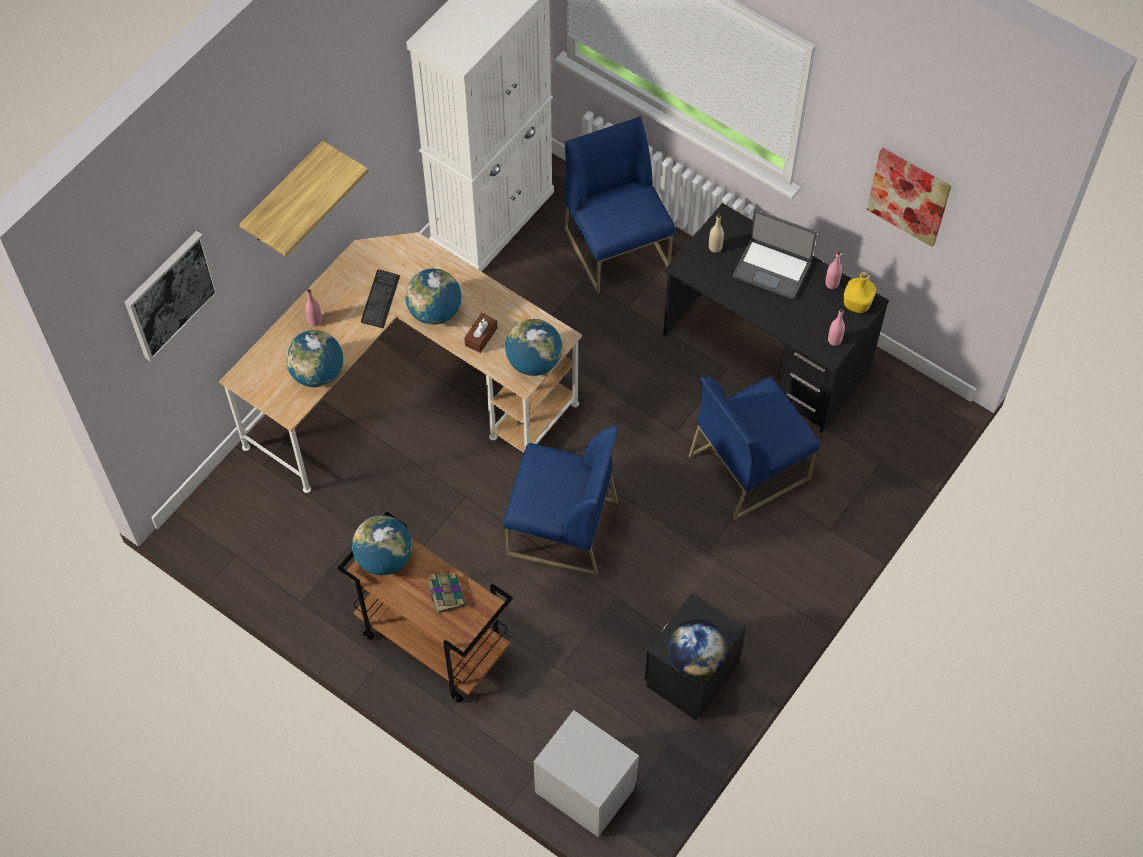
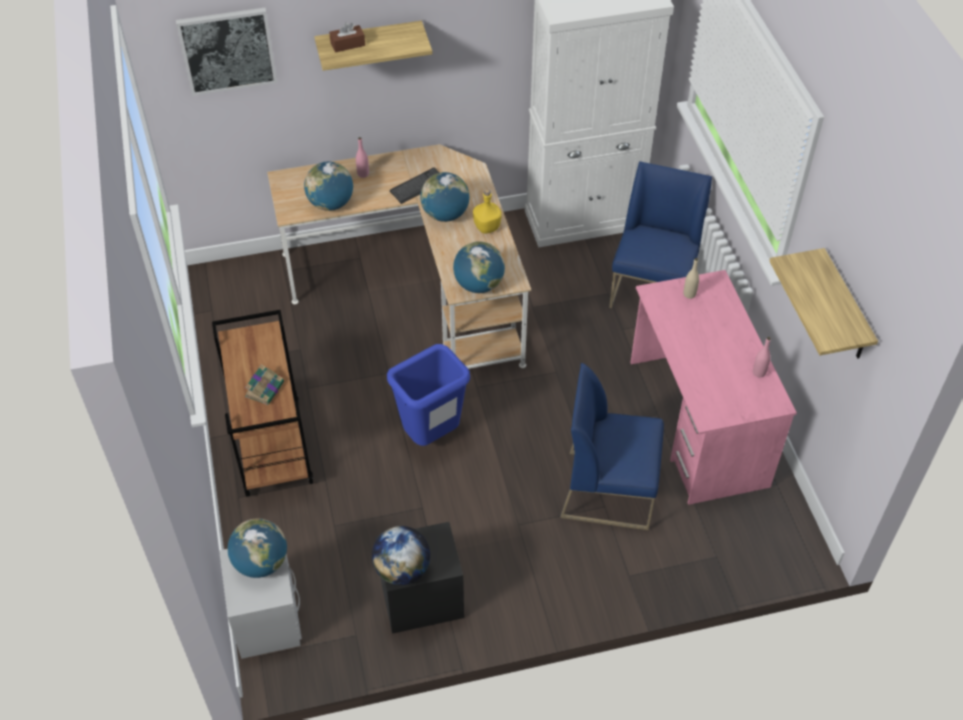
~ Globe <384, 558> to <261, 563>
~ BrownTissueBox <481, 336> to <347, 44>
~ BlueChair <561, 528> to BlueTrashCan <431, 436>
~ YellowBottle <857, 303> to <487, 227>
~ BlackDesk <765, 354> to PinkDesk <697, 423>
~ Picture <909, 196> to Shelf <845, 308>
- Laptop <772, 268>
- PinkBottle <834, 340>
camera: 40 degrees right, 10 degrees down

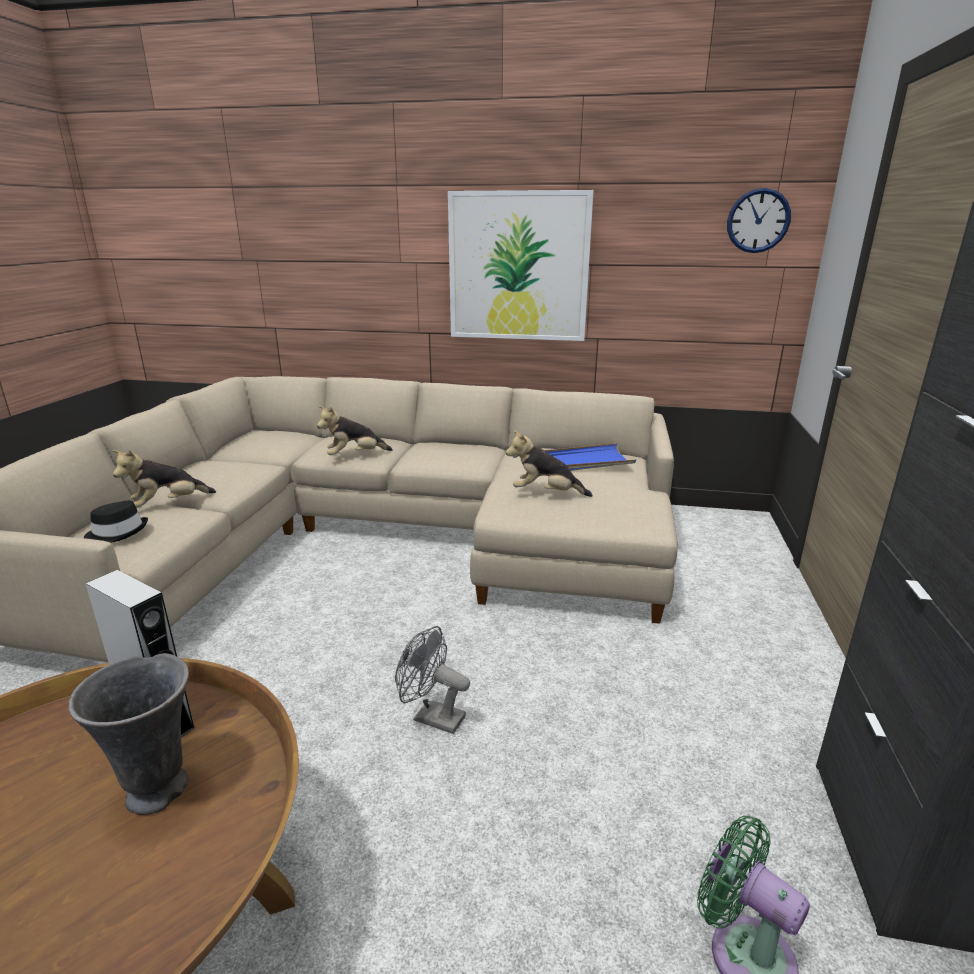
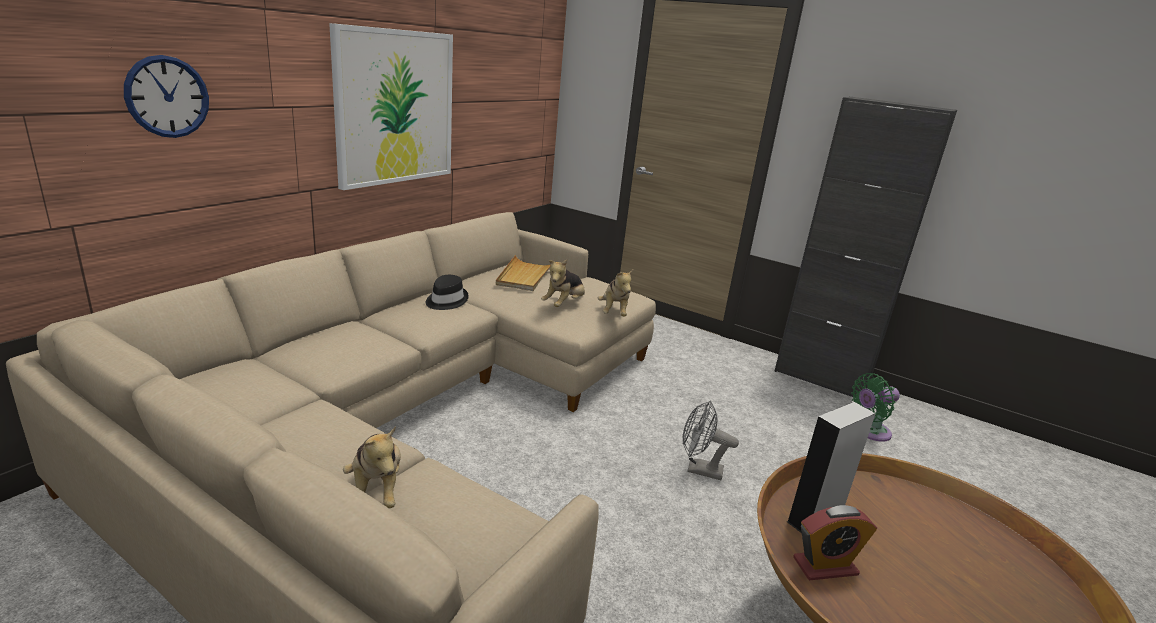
~ WallClock <758, 221> to <167, 97>
~ BlackHat <117, 532> to <445, 301>
~ BlueTray <583, 462> to BeigeTray <524, 276>
~ PlushToy <354, 456> to <614, 312>
~ GreyFan <432, 717> = <698, 470> 60 degrees clockwise
+ AlarmClock <825, 566>
- GreyVase <160, 790>
camera: 70 degrees left, 0 degrees up

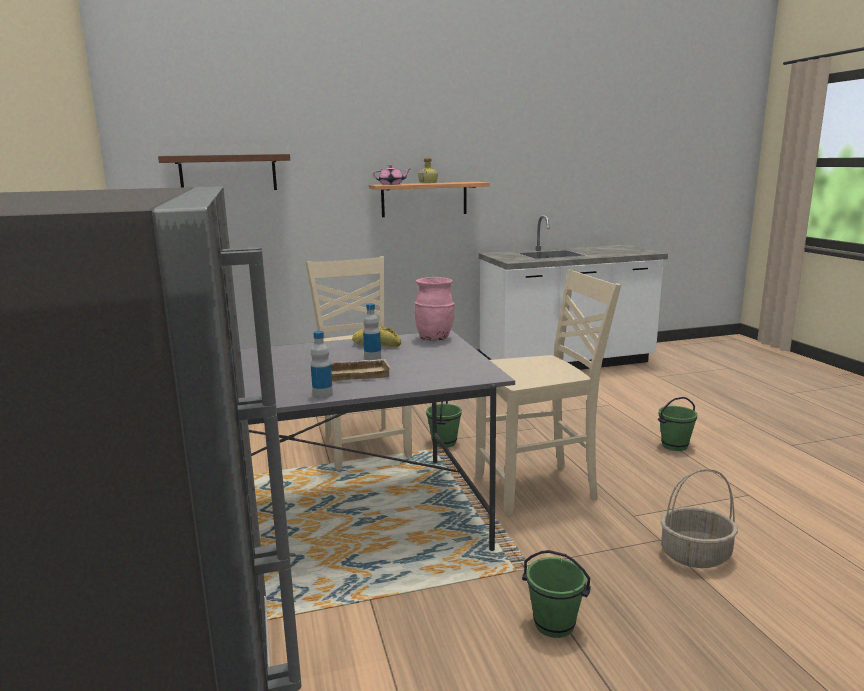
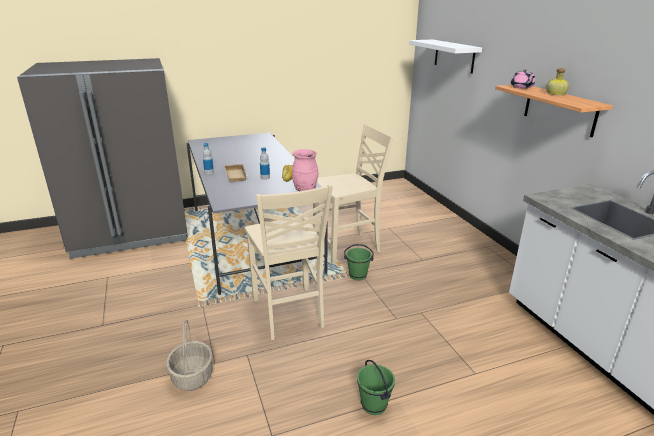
~ BrownShelf <228, 173> to WhiteShelf <454, 56>
- GreenBucket <553, 625>
camera: 85 degrees right, 10 degrees up

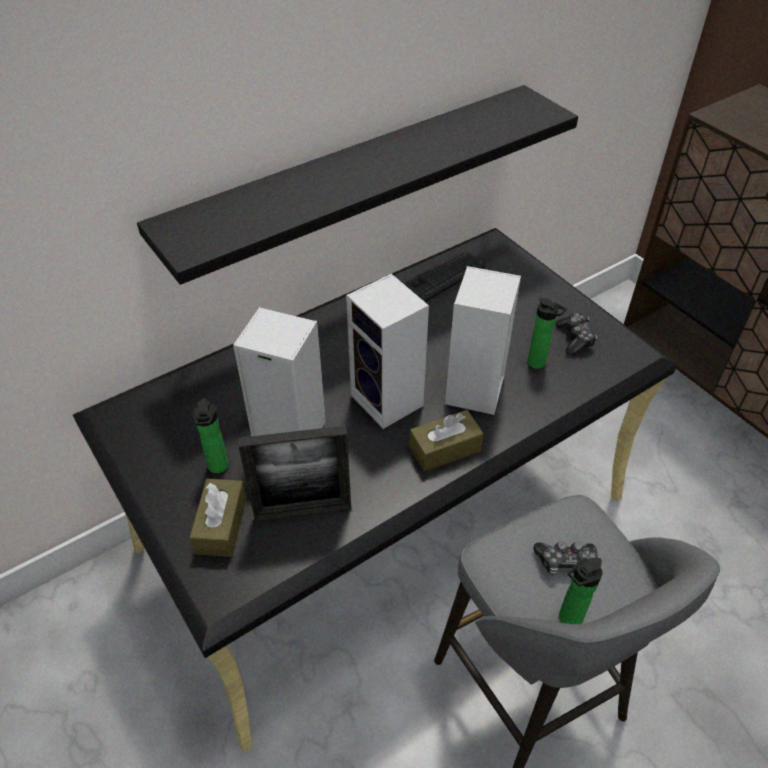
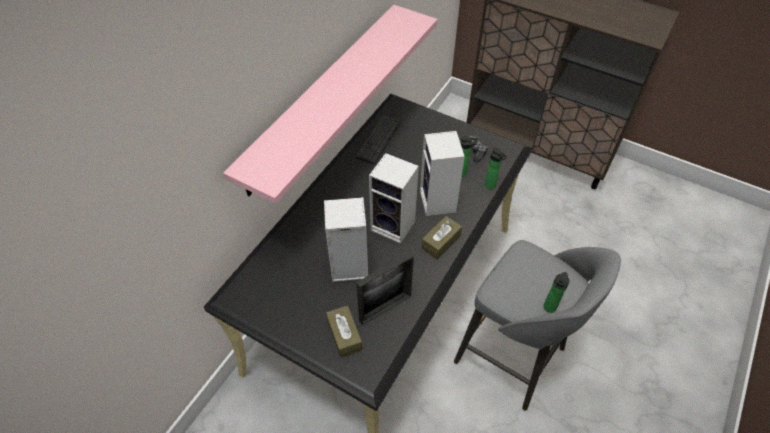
~ BlackShelf <353, 179> to PinkShelf <321, 96>
~ Bottle <218, 468> to <491, 186>
- GameController <566, 562>
camera: 25 degrees left, 5 degrees up

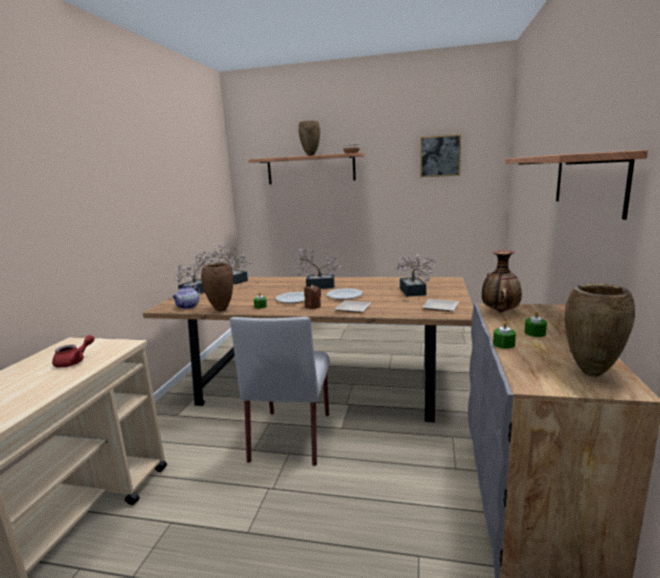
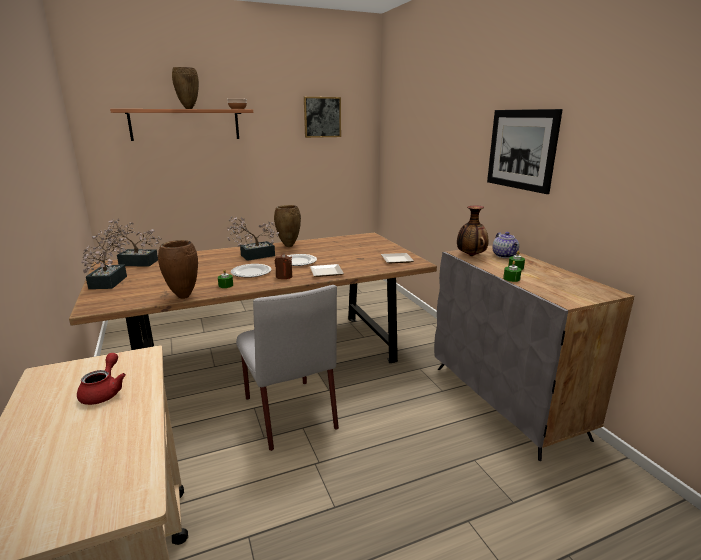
~ BrownVase <590, 373> to <288, 246>
~ Shelf <587, 181> to Picture <521, 149>
~ Teapot <188, 307> to <505, 256>
- PottedPlant <413, 292>
camera: 35 degrees left, 5 degrees up

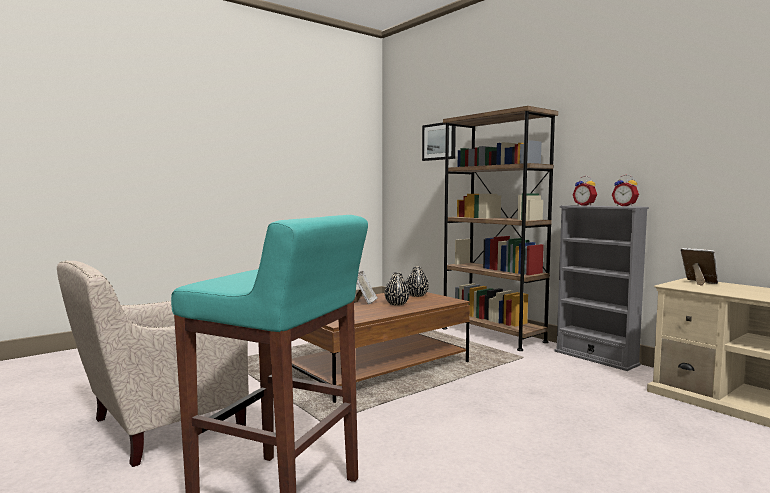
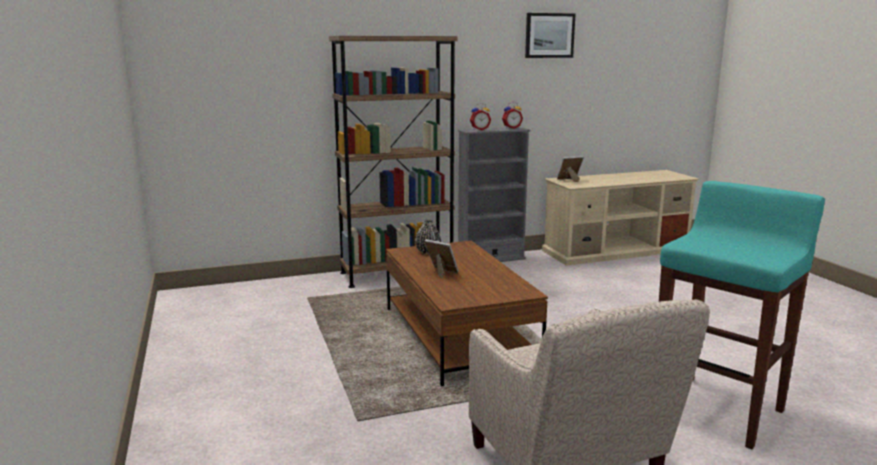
~ Picture <439, 141> to <549, 35>
- BlackVase <397, 304>
camera: 70 degrees left, 10 degrees up

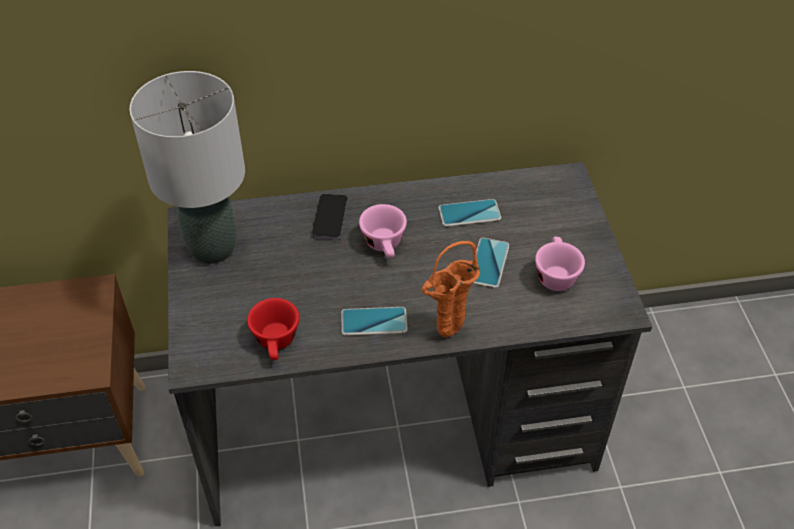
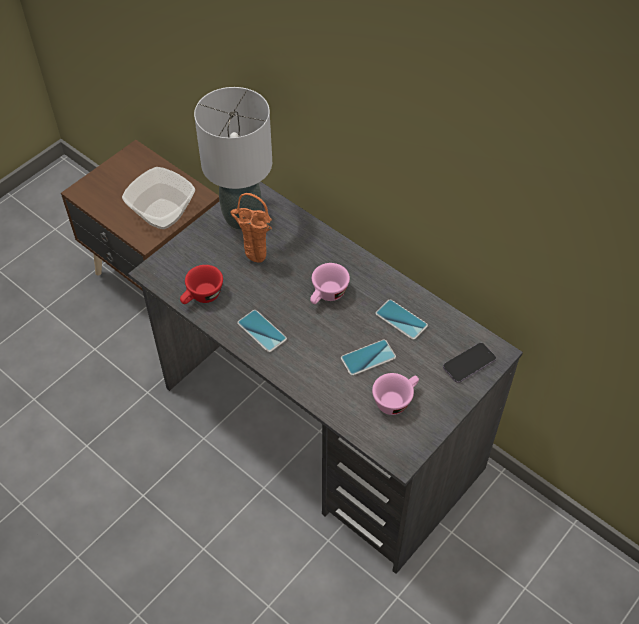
+ Bowl <162, 215>
~ OrangeVase <447, 335> to <253, 260>
~ Phone <330, 218> to <469, 364>
camera: 50 degrees right, 5 degrees up

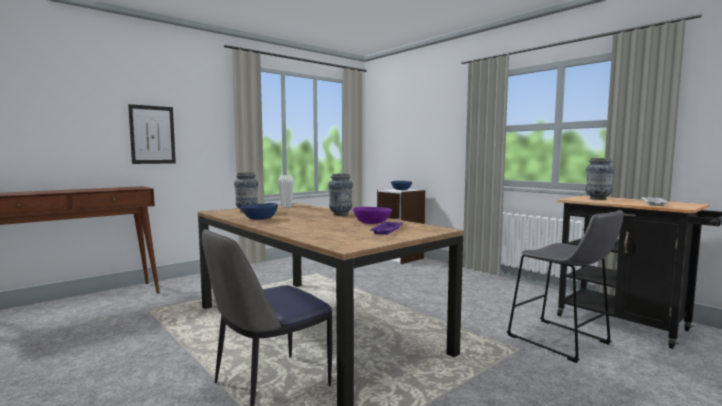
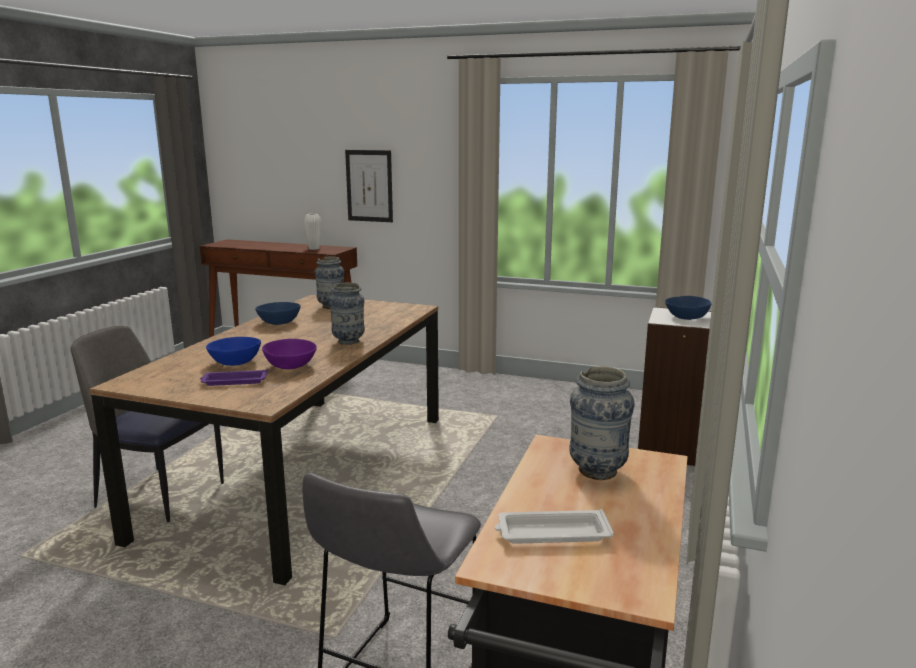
+ BlueBowl <235, 362>
~ WhiteVase <286, 206> to <314, 248>
camera: 60 degrees right, 10 degrees up

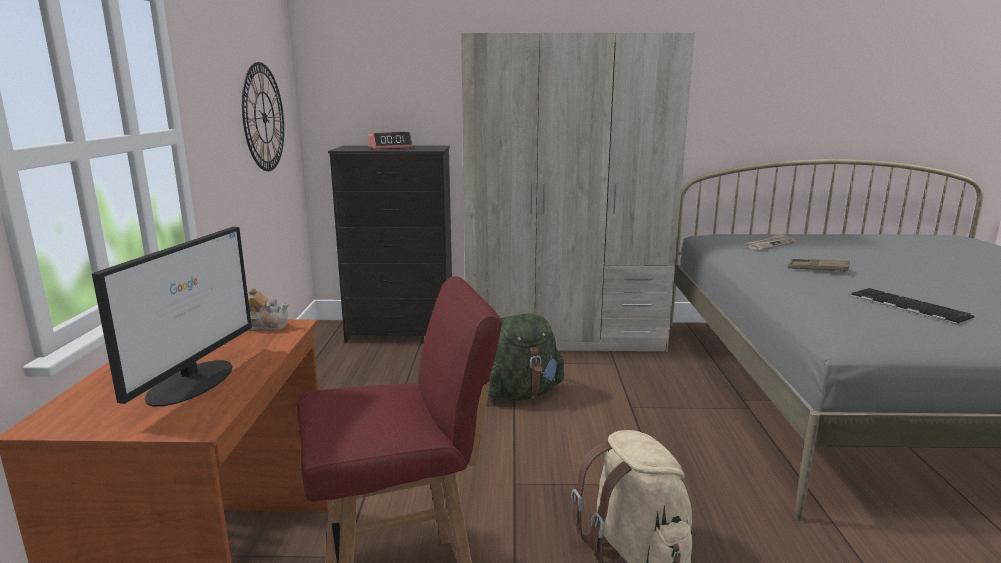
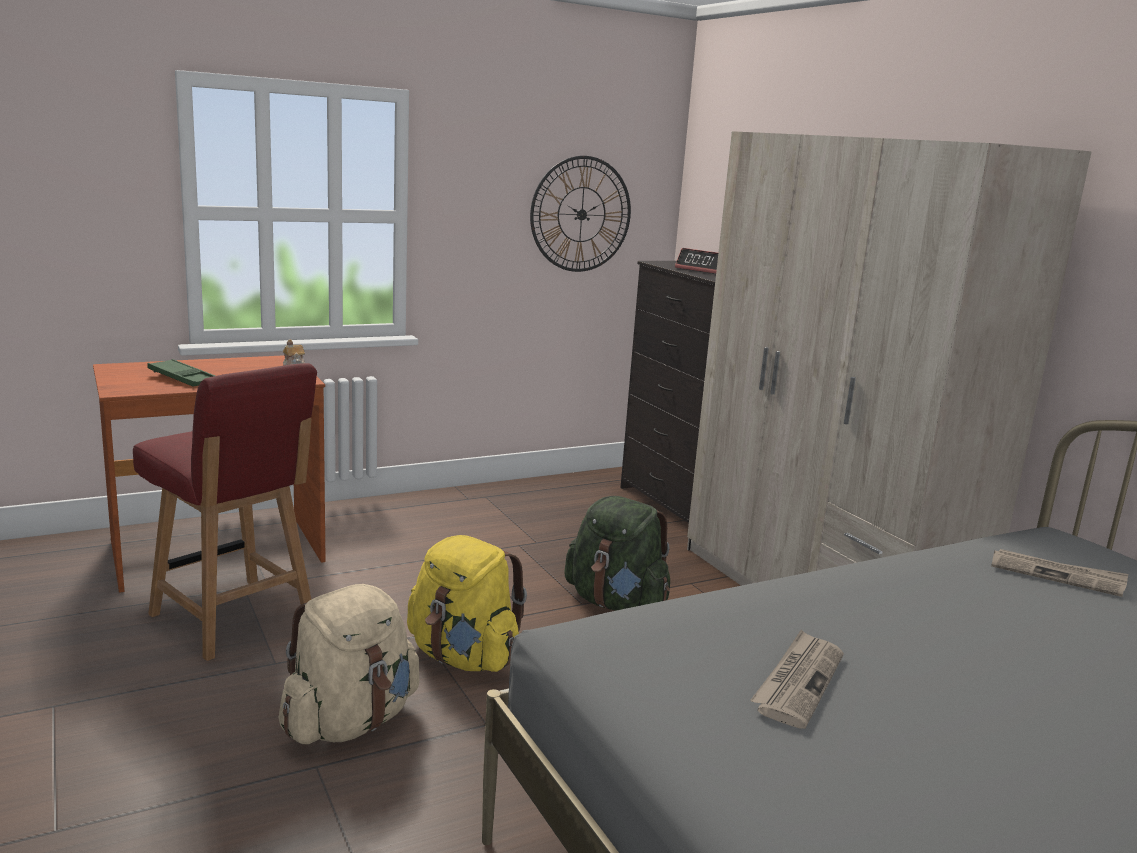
~ Monitor <192, 381> to GreenTray <183, 378>
+ YellowBackpack <464, 657>
~ Keyboard <907, 306> to Newspaper <798, 681>
- BrownTray <818, 269>
camera: 60 degrees right, 0 degrees up

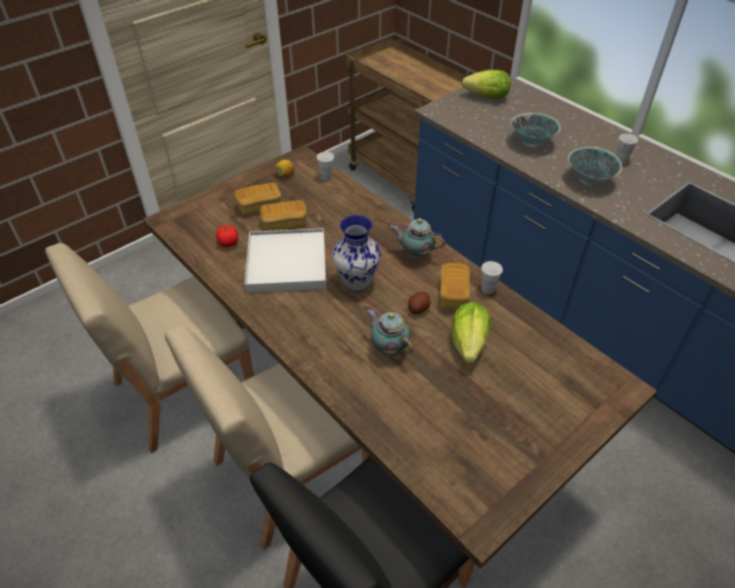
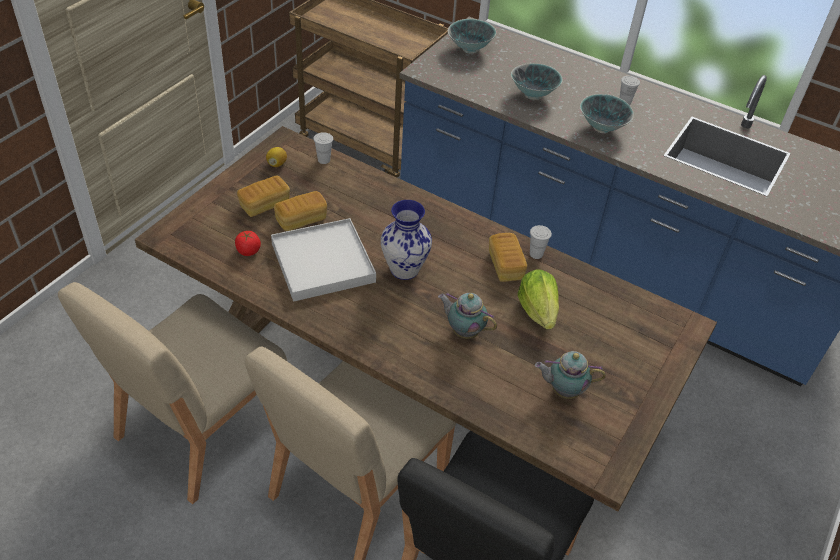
~ Lettuce <487, 97> to Bowl <470, 49>
~ Teapot <415, 255> to <563, 390>
- Potato <418, 308>
camera: 20 degrees left, 0 degrees up

